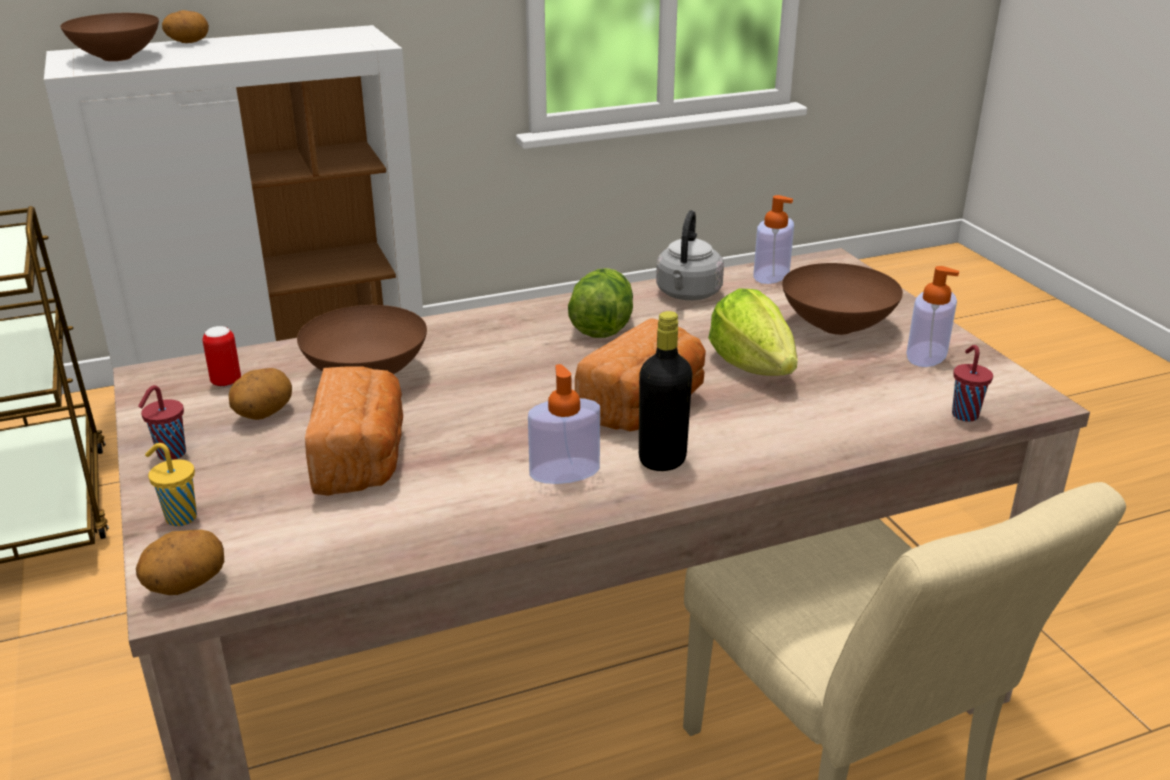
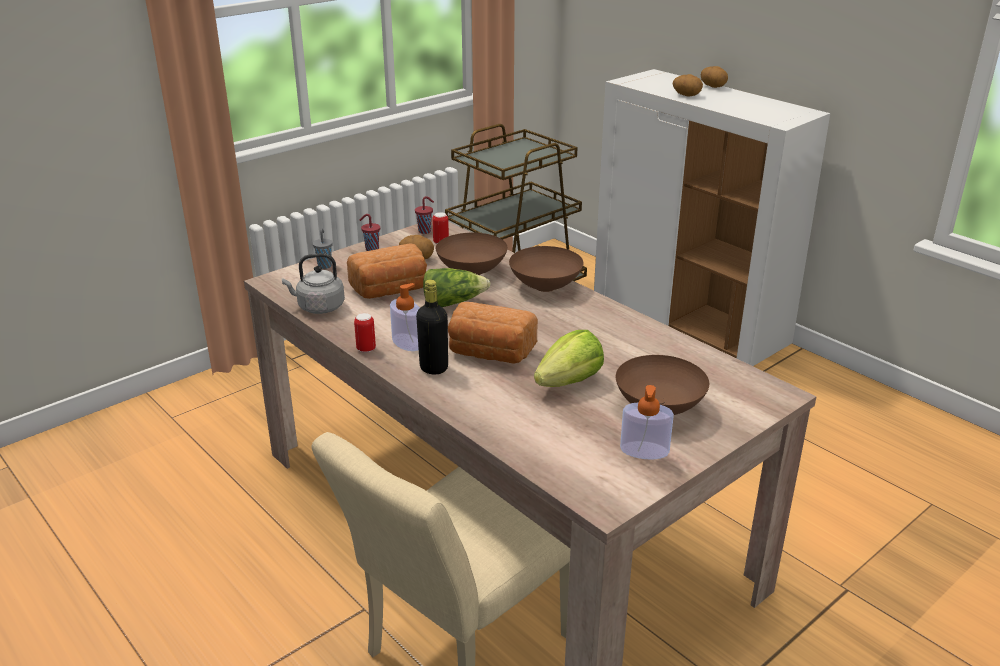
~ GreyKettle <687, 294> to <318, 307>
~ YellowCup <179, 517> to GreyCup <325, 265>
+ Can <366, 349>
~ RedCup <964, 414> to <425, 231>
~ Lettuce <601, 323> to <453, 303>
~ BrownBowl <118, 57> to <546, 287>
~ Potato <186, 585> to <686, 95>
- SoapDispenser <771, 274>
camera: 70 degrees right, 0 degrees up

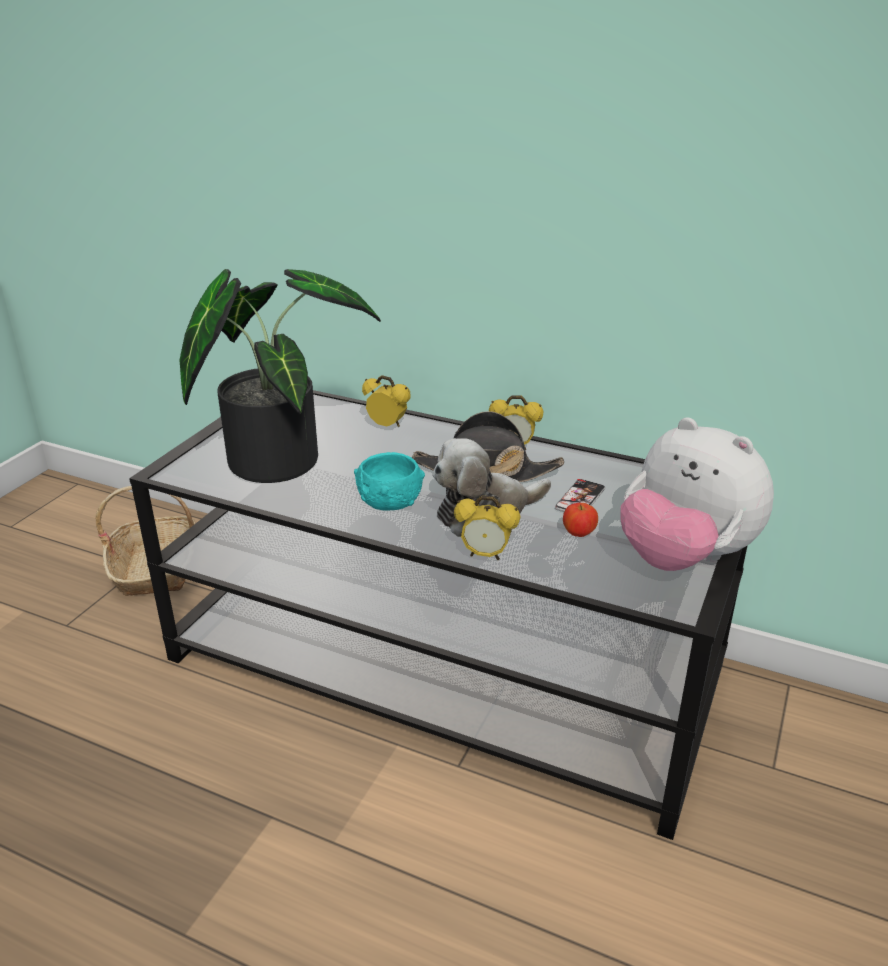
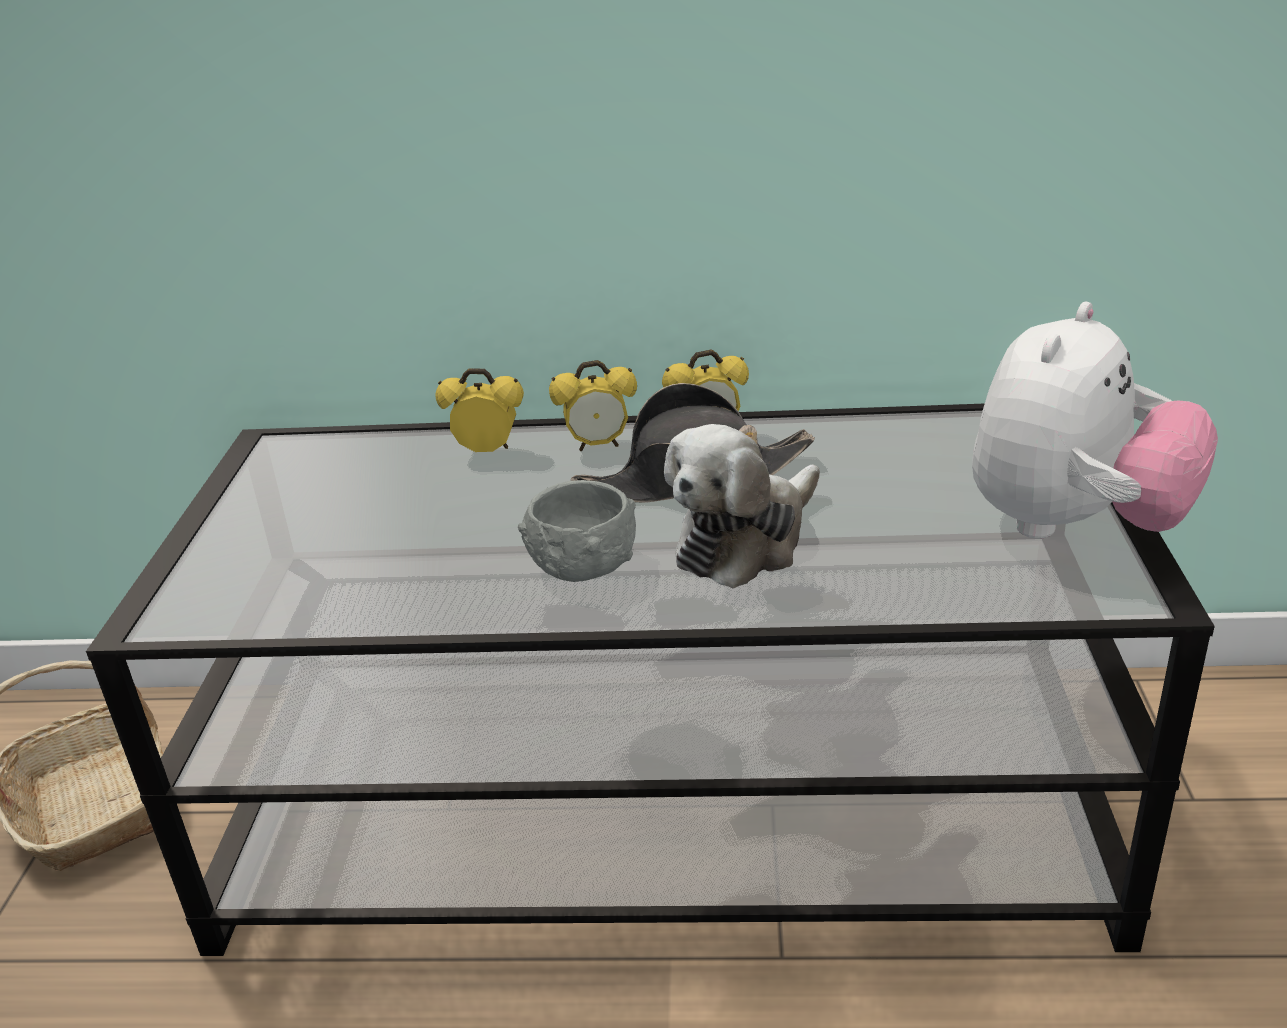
~ TurquoiseBowl <390, 502> to GreyBowl <583, 565>
~ AlarmClock <485, 555> to <598, 445>
~ PlushToy <684, 558> = <1074, 527> 75 degrees counterclockwise
- PottedPlant <277, 456>
- Phone <580, 498>
- Apple <579, 534>
camera: 20 degrees left, 0 degrees up

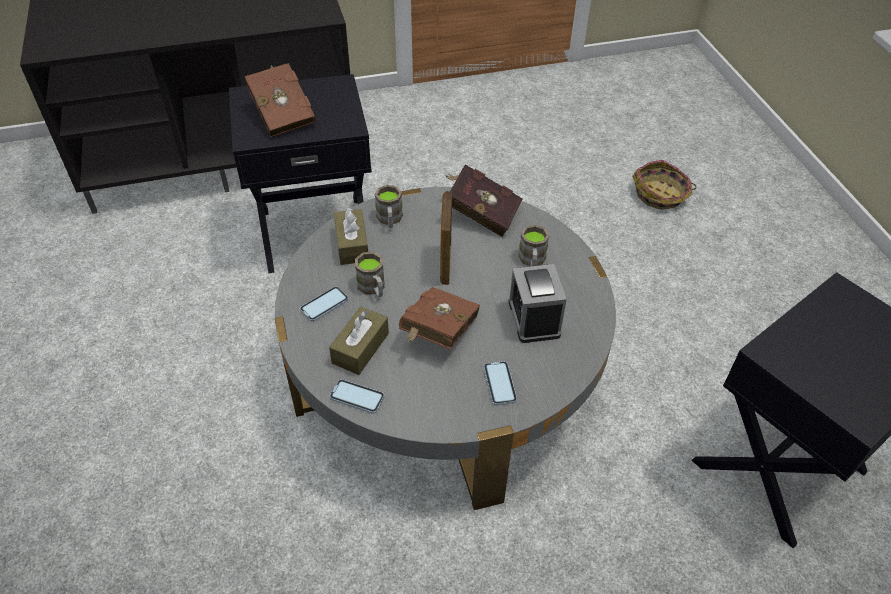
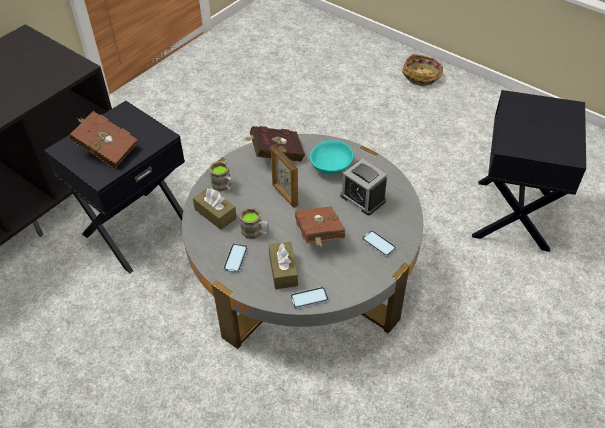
~ BrownMug <532, 261> to TurquoiseBowl <331, 166>
~ Basket <661, 194> to <422, 76>
camera: 35 degrees left, 0 degrees up

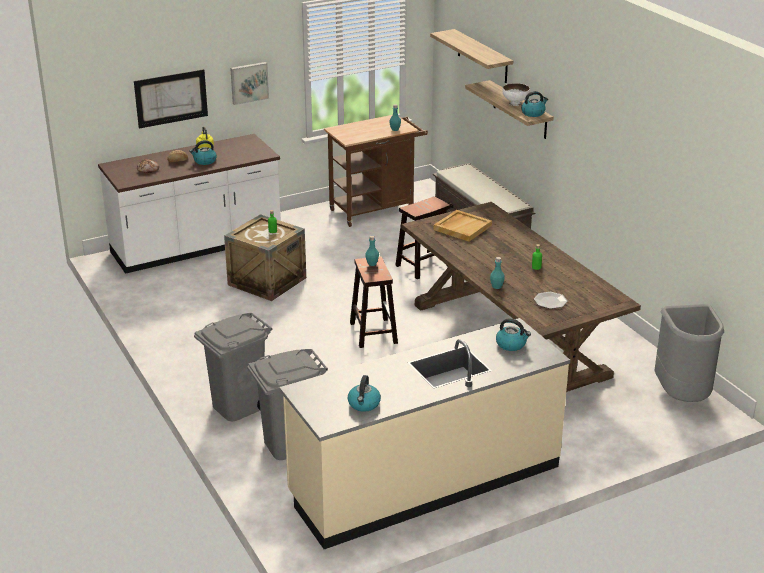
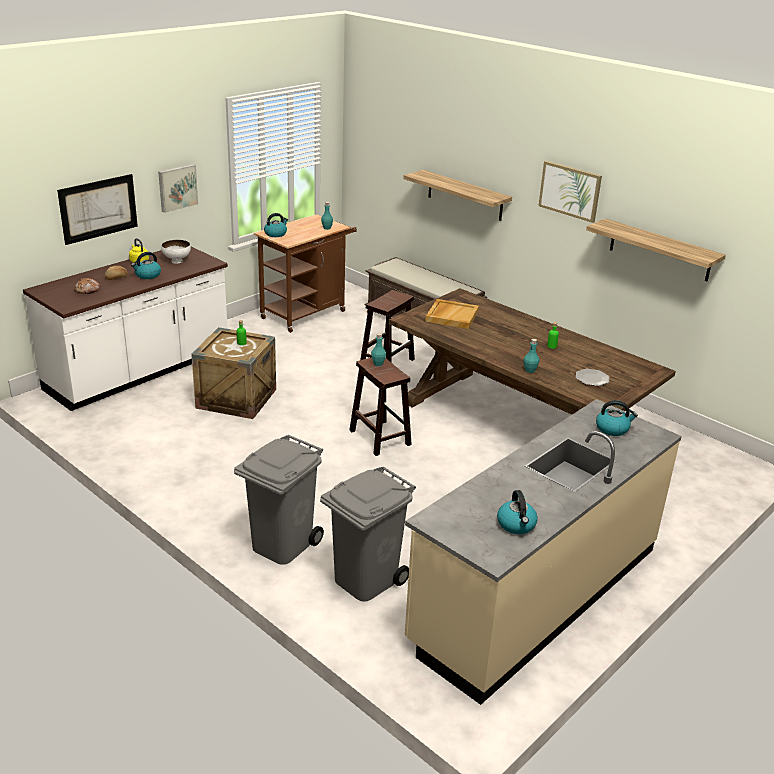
~ WhiteBowl <515, 103> to <177, 261>
~ Kettle <533, 113> to <276, 234>
+ Picture <570, 191>
~ Shelf <482, 56> to <660, 250>
- GreyTrashCan <683, 396>
camera: 20 degrees left, 0 degrees up

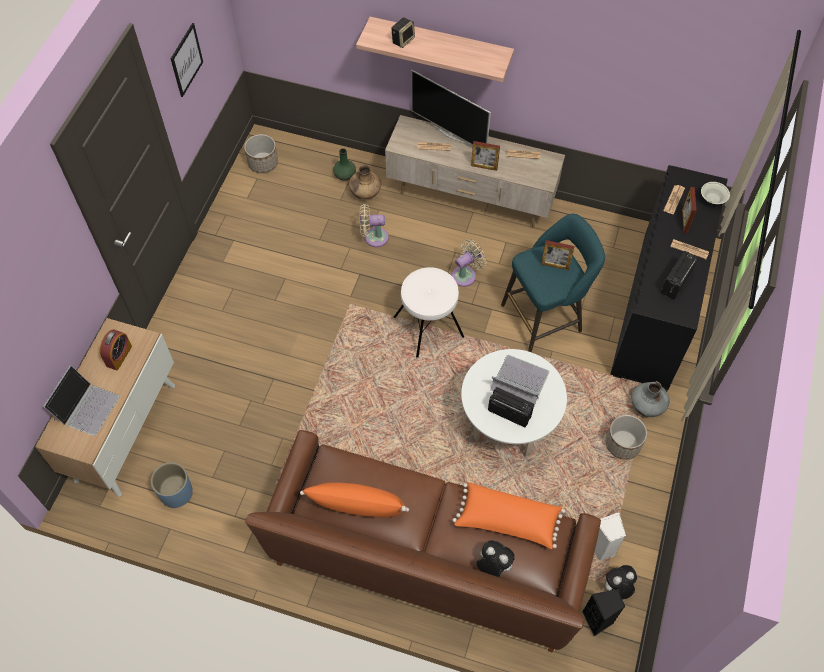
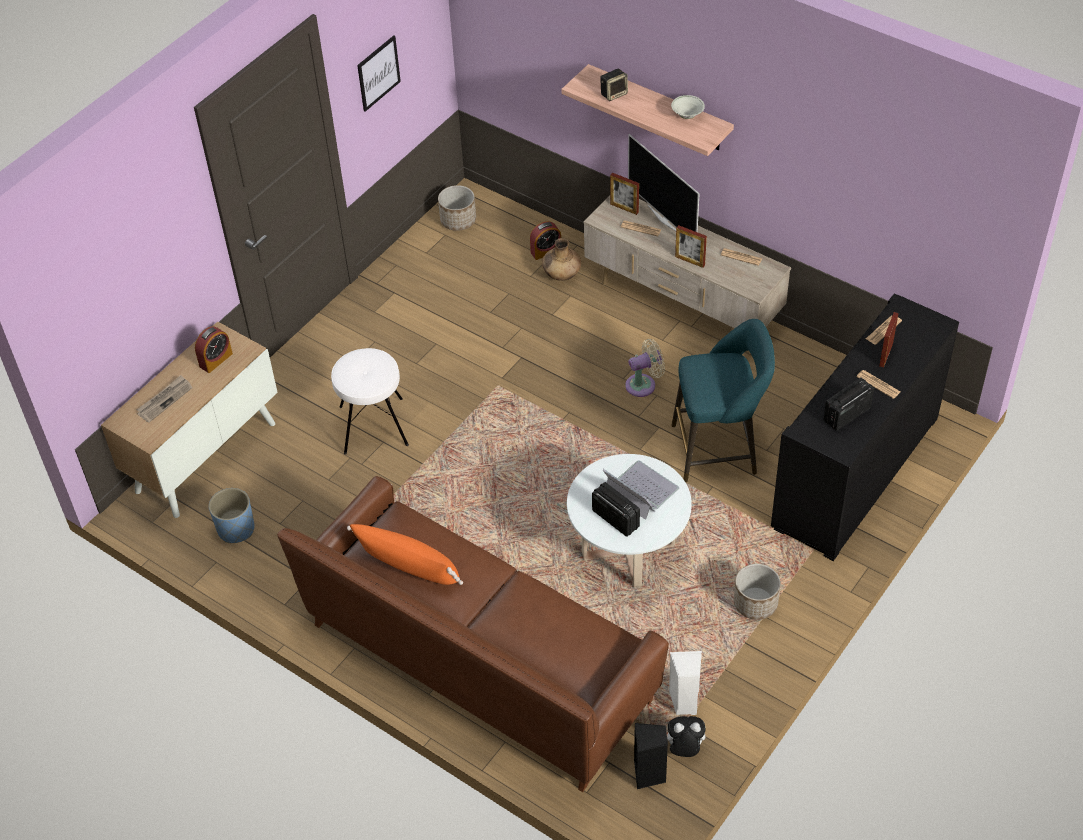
~ Laptop <86, 407> to Newspaper <165, 400>
~ WhiteStool <428, 327> to <373, 426>
~ GreenVase <345, 175> to AlarmClock <546, 251>
~ PictureFrame <555, 265> to <624, 208>
~ WhiteBowl <712, 199> to <687, 115>
- BeigeFan <373, 237>
- OrangePillow <507, 521>
- PlushToy <492, 566>
- GreyVase <647, 406>
camera: 20 degrees right, 10 degrees down

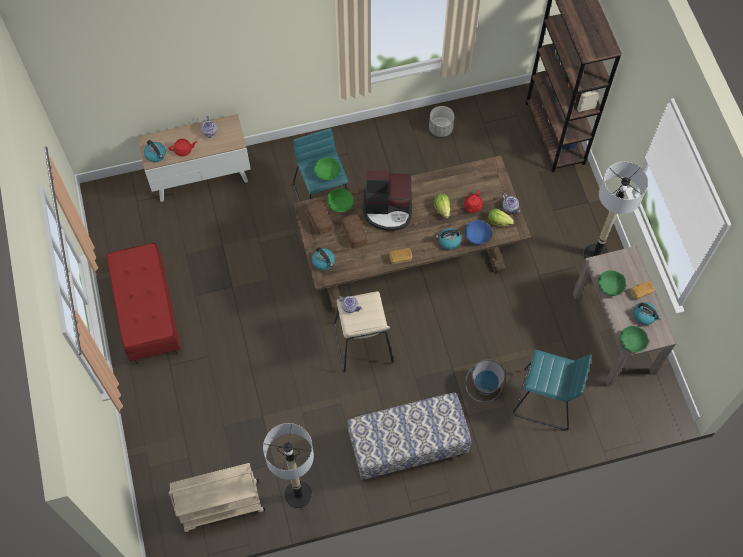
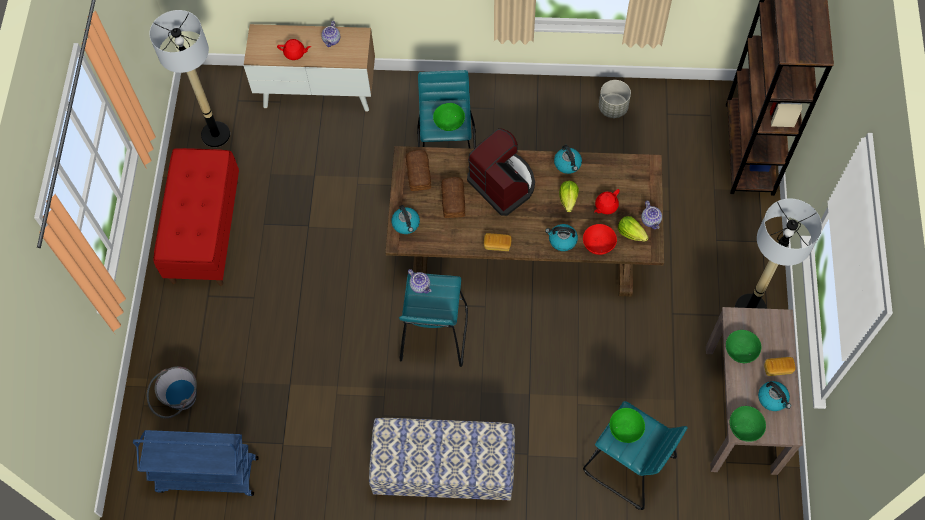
~ BeigeCart <221, 506> to BlueCart <206, 475>
~ GreyBucket <483, 389> to <178, 401>
~ FloorLamp <298, 495> to <215, 134>
~ BeigeStool <362, 343> to TurquoiseStool <433, 334>
~ CoffeeMachine <388, 209> = <503, 183> 150 degrees counterclockwise
~ Kettle <156, 155> to <568, 164>
~ BlueBowl <477, 236> to RedBowl <598, 244>
~ GreenBowl <340, 204> to <625, 429>
camera: 20 degrees right, 0 degrees up

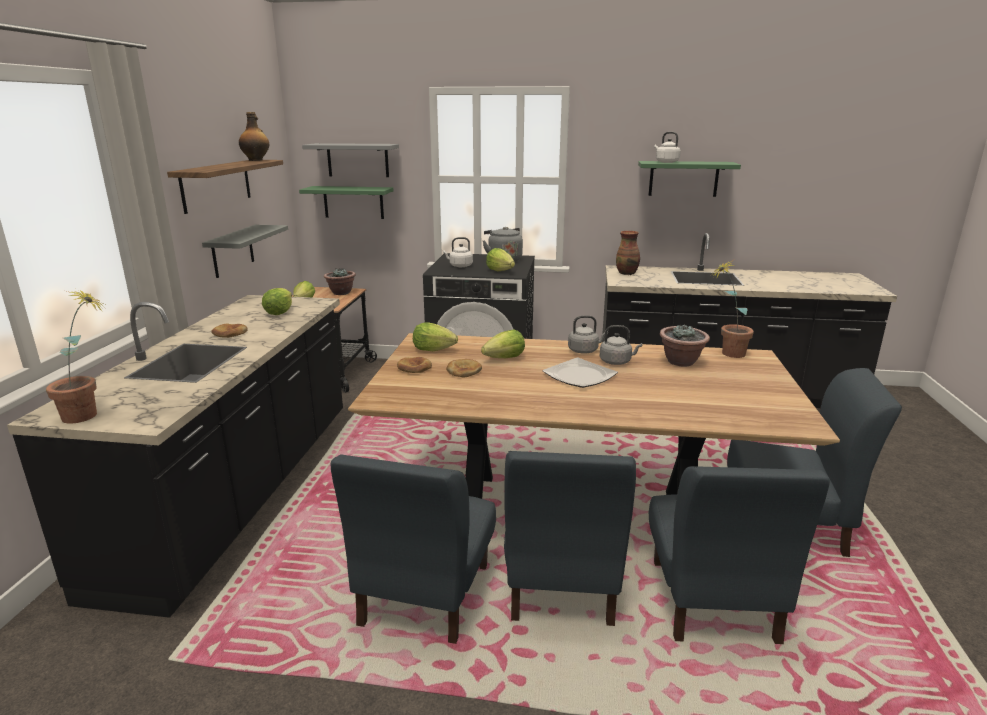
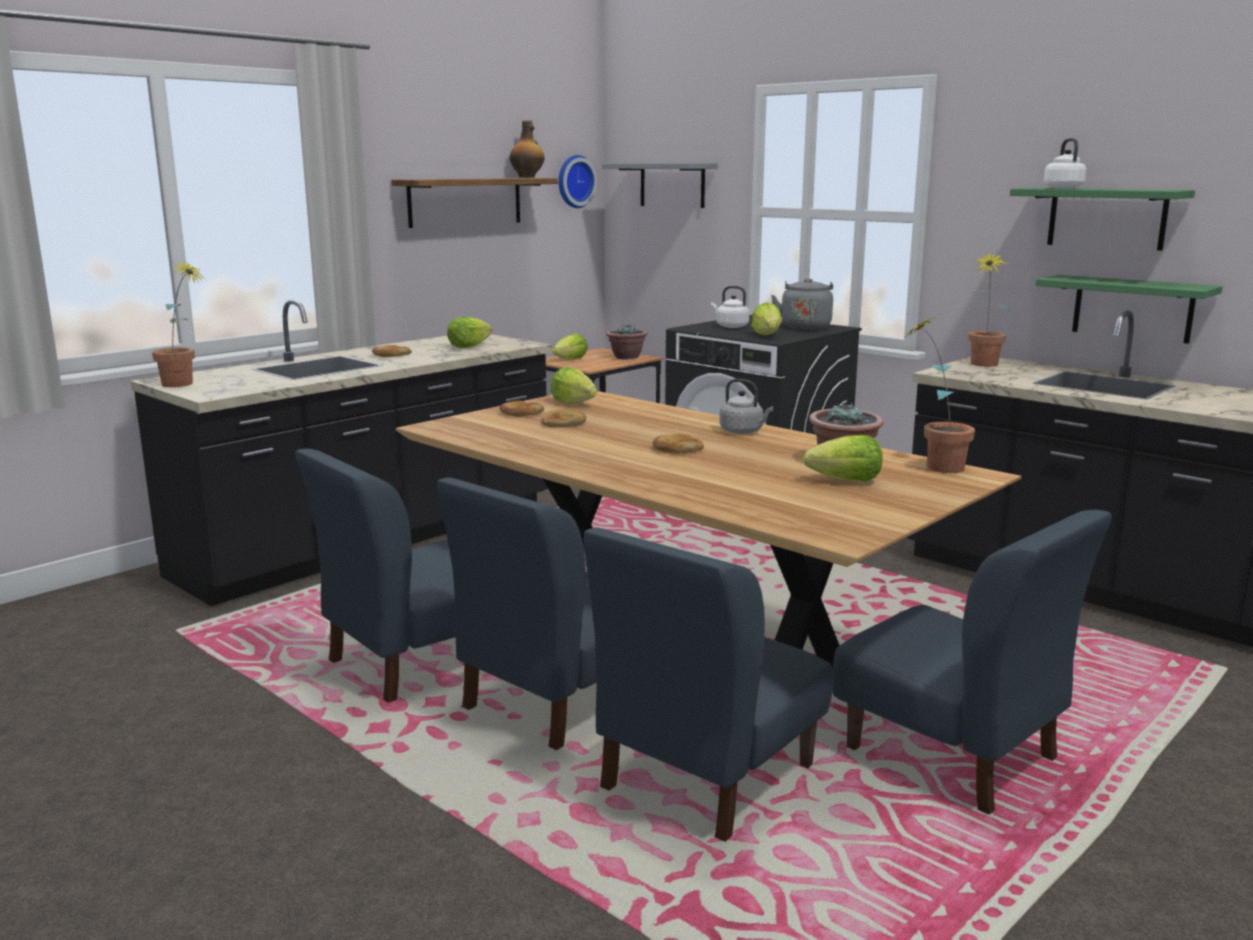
+ WallClock <574, 181>
~ Plate <578, 376> to Bread <677, 448>
~ Lettuce <505, 358> to <846, 481>
~ Vase <627, 273> to PottedPlant <982, 365>
~ GreenShelf <353, 202> to <1132, 308>
- GreyShelf <232, 251>
- GreyKettle <617, 362>
camera: 35 degrees right, 5 degrees down

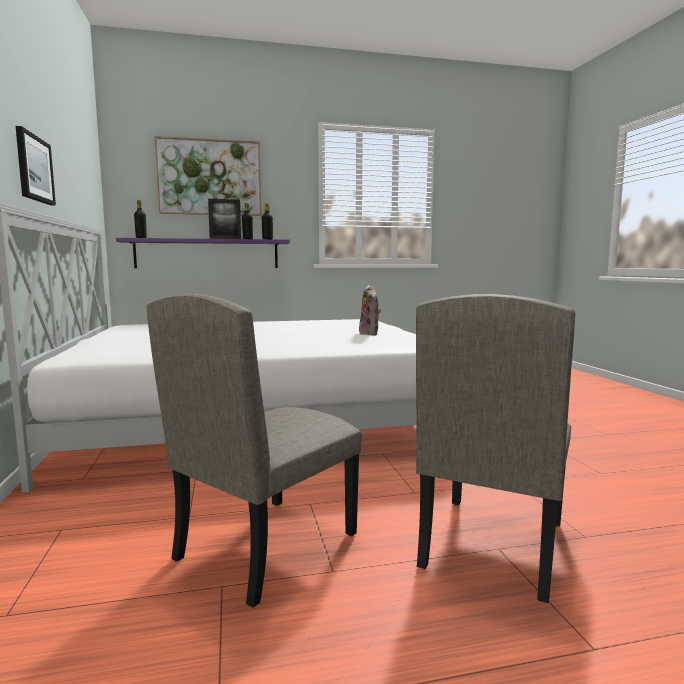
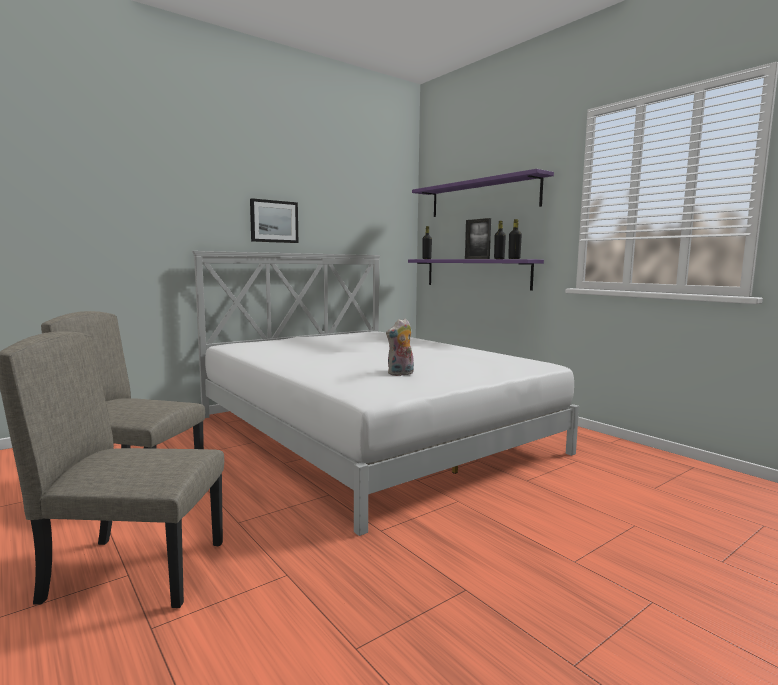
~ Picture <210, 177> to PurpleShelf <482, 197>
camera: 65 degrees right, 0 degrees up

